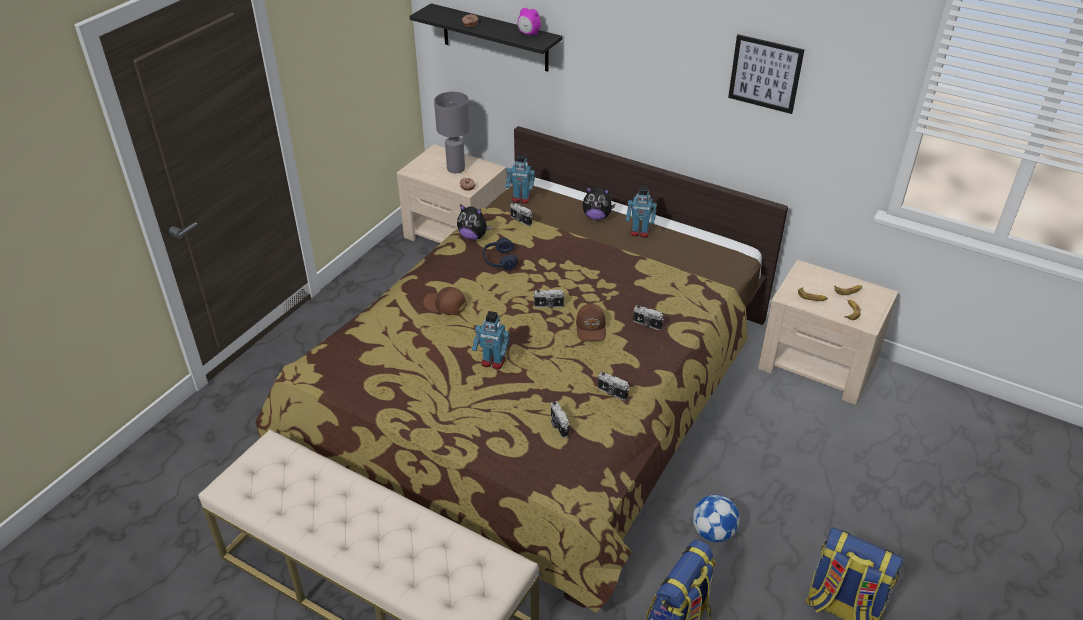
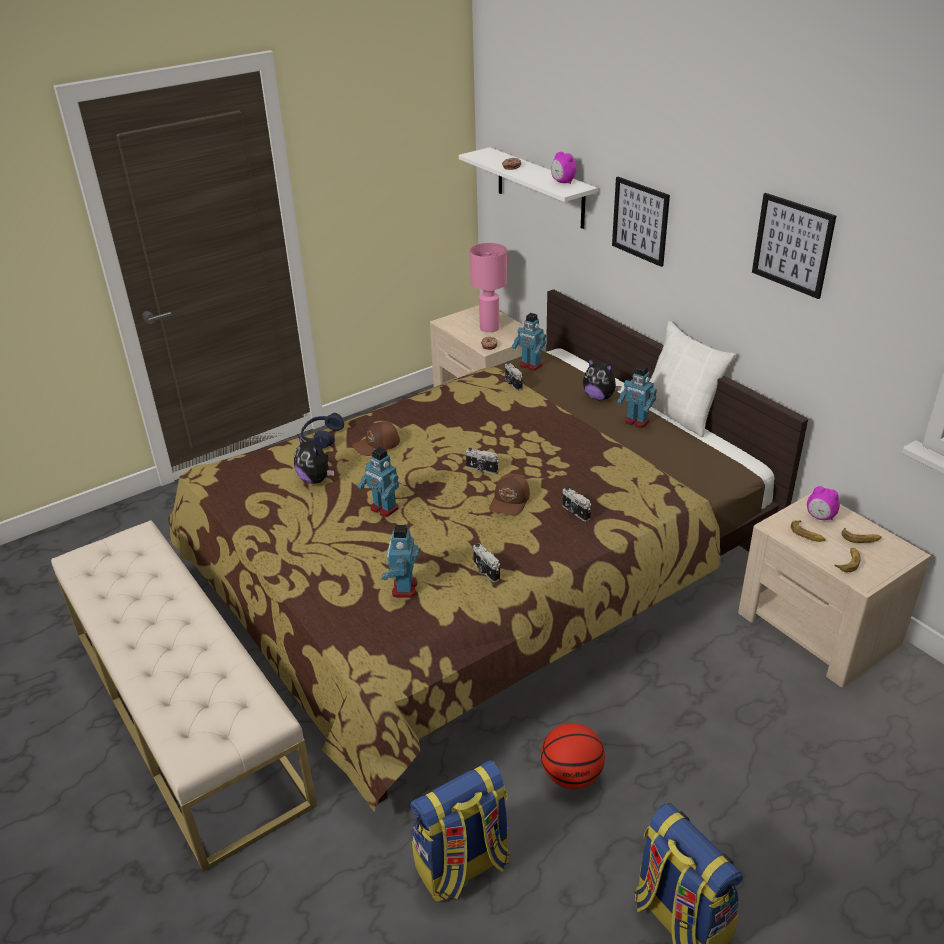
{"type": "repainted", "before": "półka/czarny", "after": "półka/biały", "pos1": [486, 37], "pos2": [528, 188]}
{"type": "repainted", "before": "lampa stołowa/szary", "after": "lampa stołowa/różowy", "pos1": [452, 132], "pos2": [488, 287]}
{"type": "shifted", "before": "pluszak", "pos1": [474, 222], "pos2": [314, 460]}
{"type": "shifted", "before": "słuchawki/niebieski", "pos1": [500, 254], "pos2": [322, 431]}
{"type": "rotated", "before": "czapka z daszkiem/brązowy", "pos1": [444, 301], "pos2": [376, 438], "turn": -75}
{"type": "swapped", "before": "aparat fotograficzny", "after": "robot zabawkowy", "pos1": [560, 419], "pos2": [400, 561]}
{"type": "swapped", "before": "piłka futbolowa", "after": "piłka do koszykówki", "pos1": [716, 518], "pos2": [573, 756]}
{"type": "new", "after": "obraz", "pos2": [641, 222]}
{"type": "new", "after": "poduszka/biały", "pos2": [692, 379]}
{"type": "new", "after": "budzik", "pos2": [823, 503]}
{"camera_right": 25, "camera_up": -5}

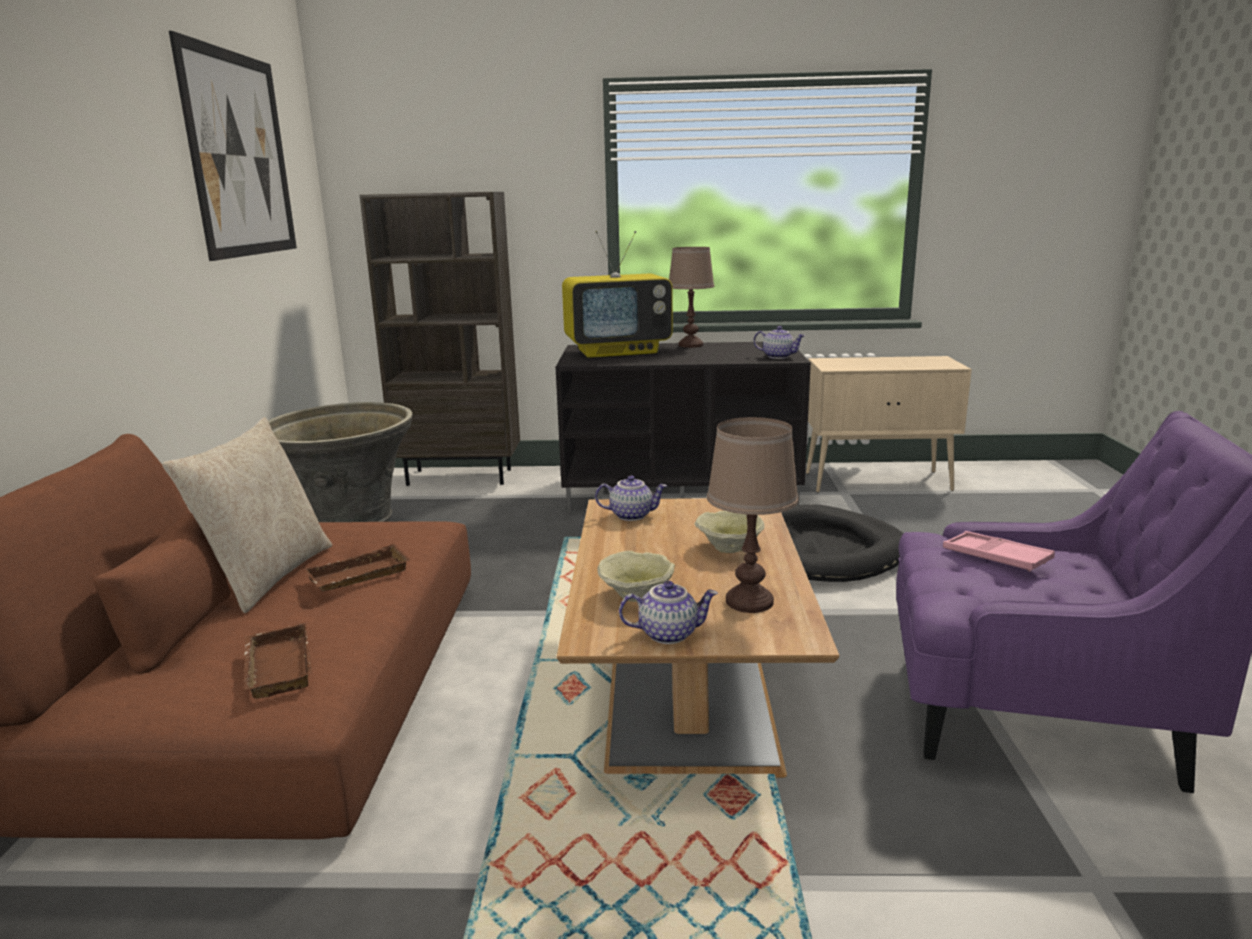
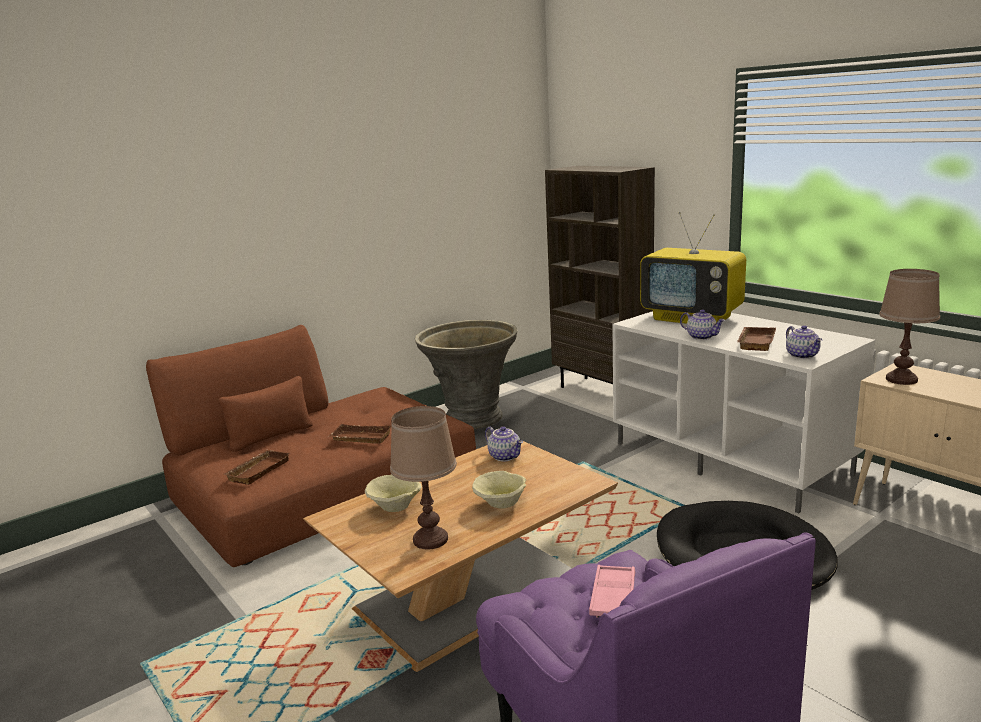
{"type": "gone", "before": "obraz", "pos1": [233, 146]}
{"type": "shifted", "before": "lampa stołowa/brązowy", "pos1": [691, 297], "pos2": [909, 327]}
{"type": "repainted", "before": "szafka pod telewizor/czarny", "after": "szafka pod telewizor/biały", "pos1": [683, 427], "pos2": [743, 412]}
{"type": "gone", "before": "poduszka/beżowy", "pos1": [247, 515]}
{"type": "shifted", "before": "imbryk", "pos1": [668, 612], "pos2": [702, 324]}
{"type": "new", "after": "taca/brązowy", "pos2": [756, 339]}
{"camera_right": 50, "camera_up": 0}

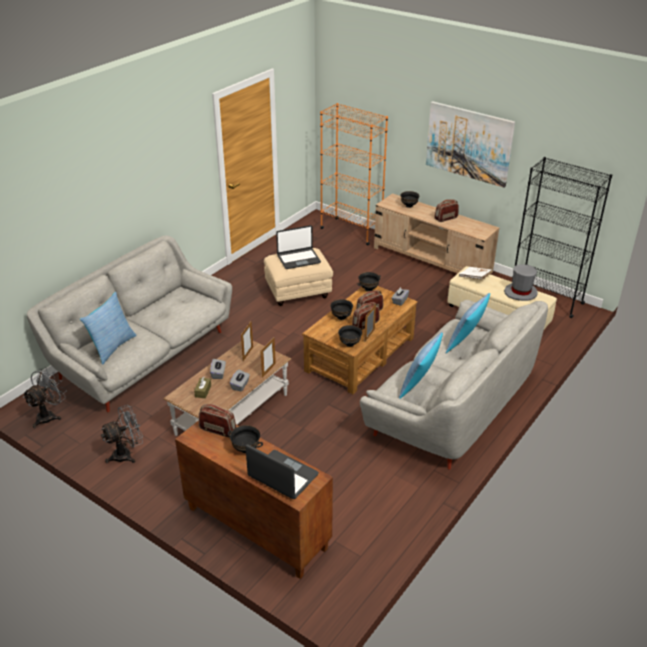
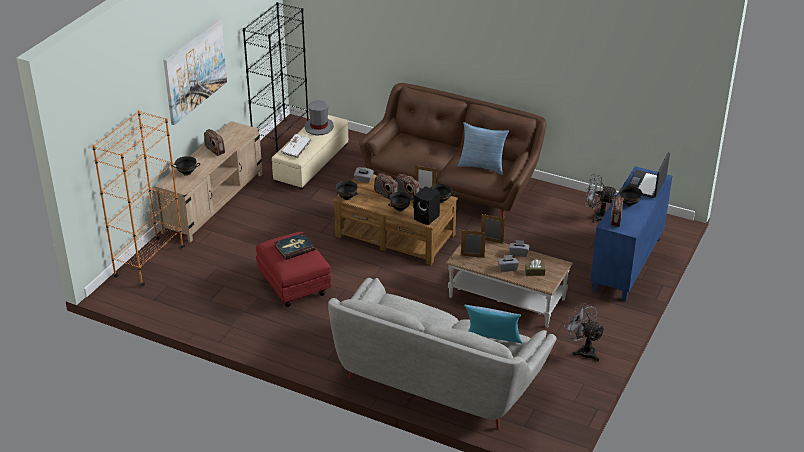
{"type": "swapped", "before": "laptop", "after": "książka", "pos1": [298, 247], "pos2": [294, 246]}
{"type": "repainted", "before": "pufa/beżowy", "after": "pufa/czerwony", "pos1": [298, 277], "pos2": [293, 269]}
{"type": "gone", "before": "poduszka", "pos1": [468, 323]}
{"type": "repainted", "before": "kanapa/szary", "after": "kanapa/brązowy", "pos1": [454, 385], "pos2": [453, 150]}
{"type": "shifted", "before": "wentylator/szary", "pos1": [45, 397], "pos2": [600, 198]}
{"type": "repainted", "before": "szafka/brązowy", "after": "szafka/niebieski", "pos1": [254, 499], "pos2": [631, 233]}
{"type": "new", "after": "głośnik/czarny", "pos2": [426, 205]}
{"camera_right": -100, "camera_up": 0}

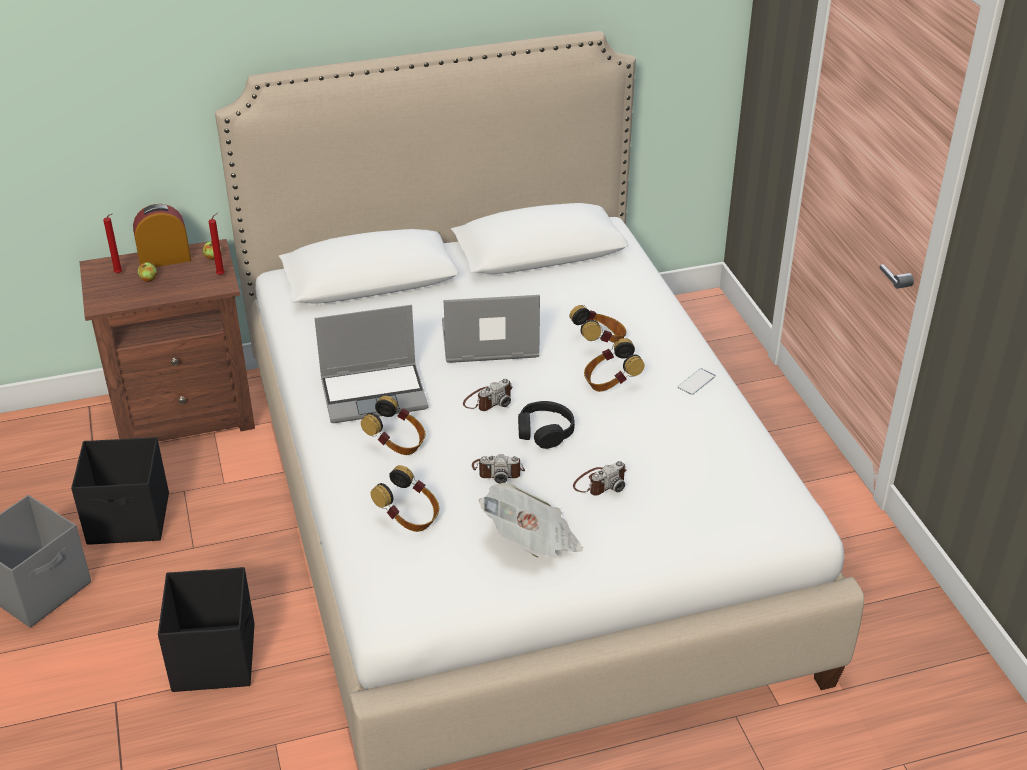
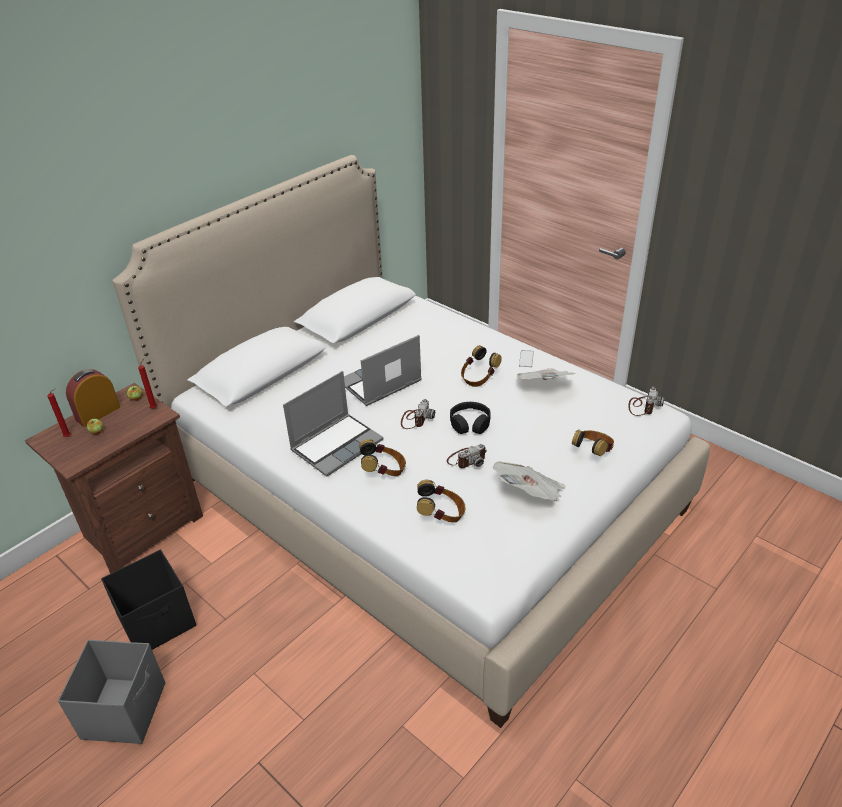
{"type": "shifted", "before": "słuchawki", "pos1": [598, 324], "pos2": [593, 443]}
{"type": "shifted", "before": "aparat fotograficzny", "pos1": [599, 478], "pos2": [646, 401]}
{"type": "gone", "before": "pojemnik do przechowywania/czarny", "pos1": [206, 629]}
{"type": "new", "after": "gazeta", "pos2": [546, 374]}
{"camera_right": -30, "camera_up": 0}

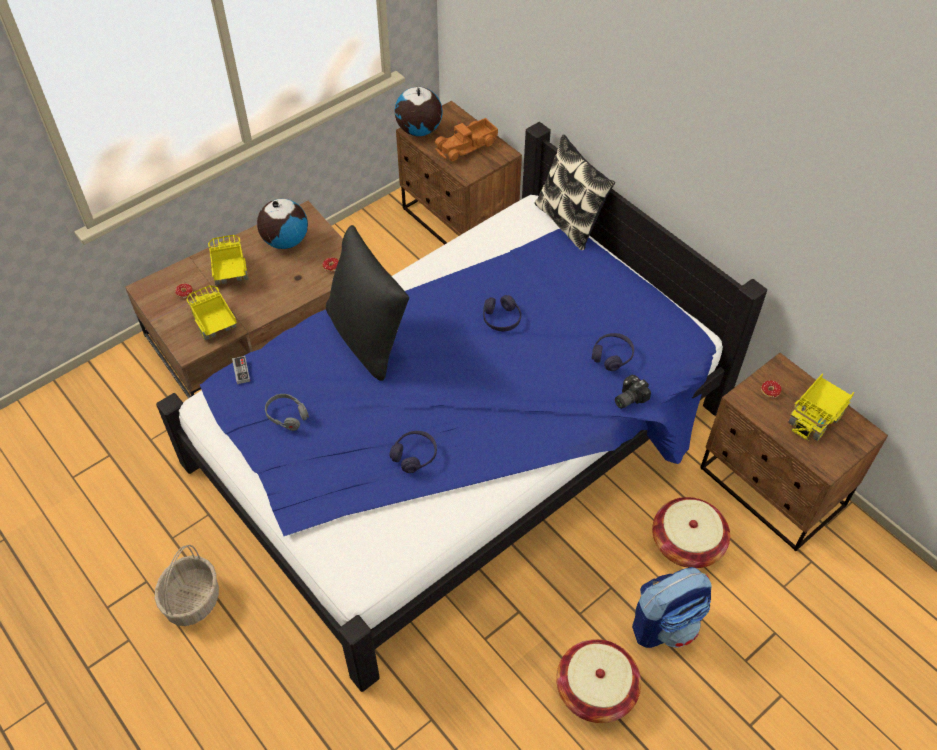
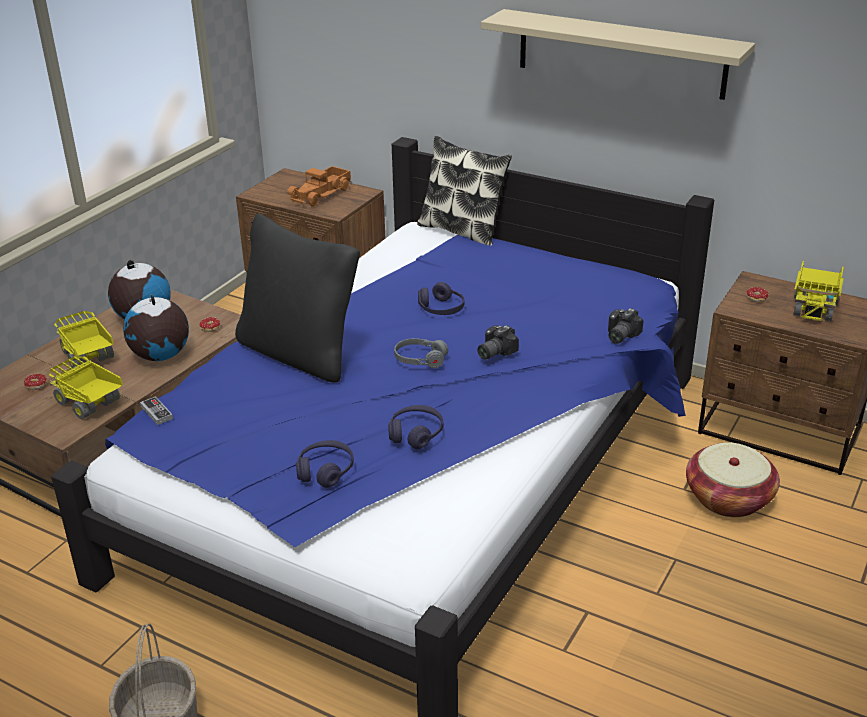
{"type": "shifted", "before": "globus", "pos1": [418, 111], "pos2": [156, 327]}
{"type": "shifted", "before": "słuchawki/fioletowy", "pos1": [613, 352], "pos2": [325, 464]}
{"type": "shifted", "before": "słuchawki/szary", "pos1": [287, 412], "pos2": [421, 353]}
{"type": "gone", "before": "plecak", "pos1": [672, 607]}
{"type": "gone", "before": "koszyk", "pos1": [598, 681]}
{"type": "new", "after": "półka/beżowy", "pos2": [618, 54]}
{"type": "new", "after": "aparat fotograficzny", "pos2": [498, 342]}
{"camera_right": -20, "camera_up": -20}

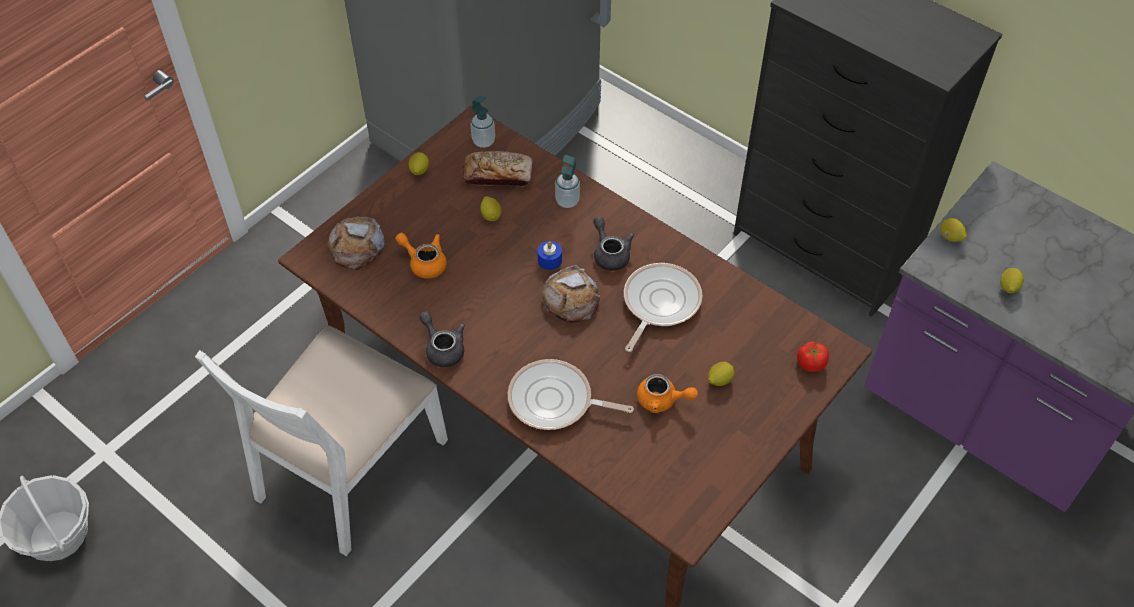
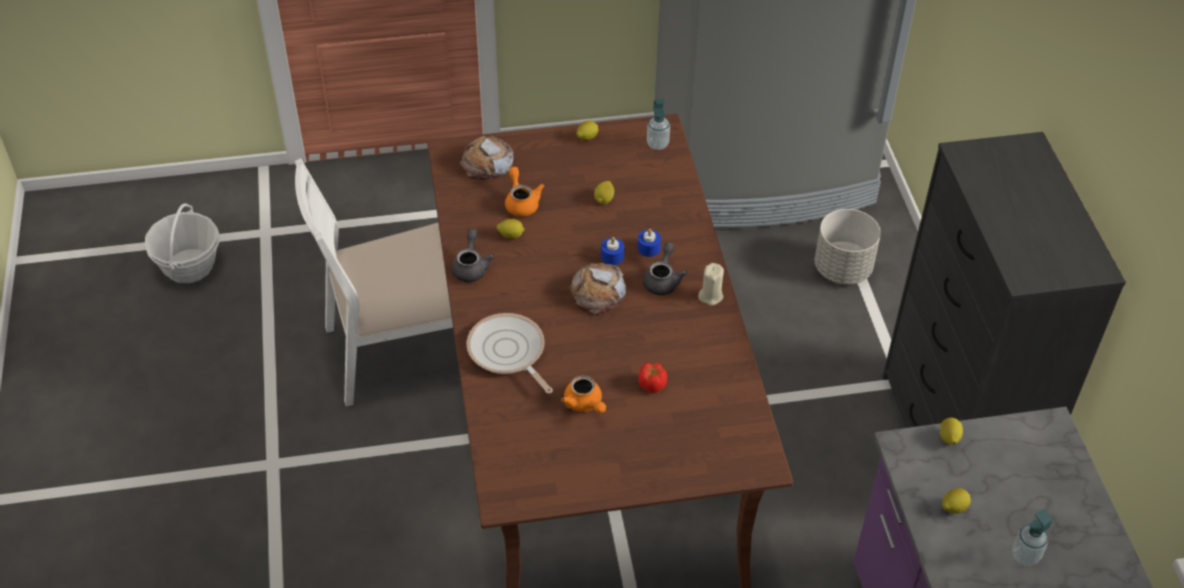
{"type": "gone", "before": "chleb", "pos1": [498, 169]}
{"type": "shifted", "before": "dozownik mydła", "pos1": [567, 181], "pos2": [1032, 537]}
{"type": "gone", "before": "patelnia", "pos1": [663, 307]}
{"type": "shifted", "before": "pomidor", "pos1": [813, 356], "pos2": [652, 378]}
{"type": "shifted", "before": "cytryna", "pos1": [721, 374], "pos2": [511, 229]}
{"type": "new", "after": "donica/szary", "pos2": [848, 246]}
{"type": "new", "after": "świeca/niebieski", "pos2": [649, 243]}
{"type": "new", "after": "świeca/beżowy", "pos2": [711, 284]}
{"camera_right": 40, "camera_up": -5}

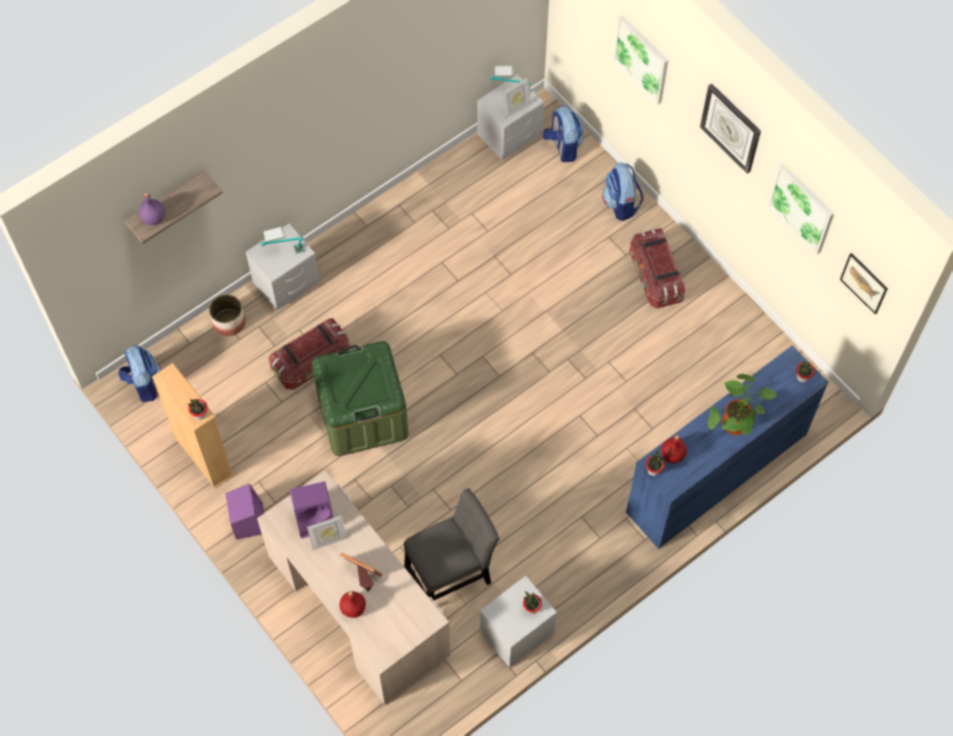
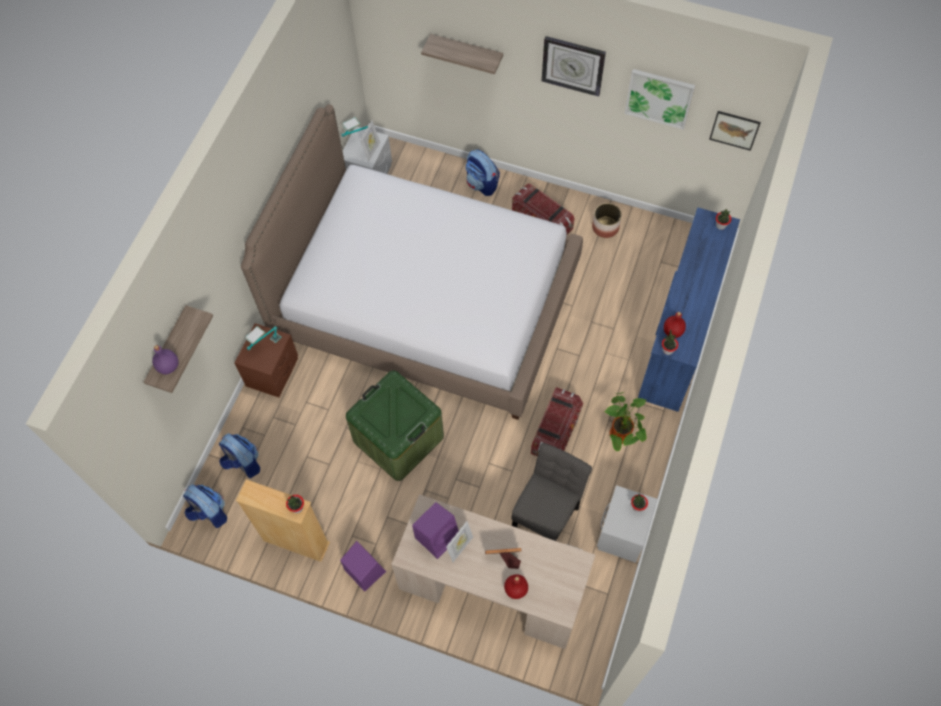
{"type": "swapped", "before": "obraz", "after": "półka", "pos1": [640, 60], "pos2": [462, 54]}
{"type": "shifted", "before": "plecak", "pos1": [563, 134], "pos2": [239, 455]}
{"type": "repainted", "before": "szafka nocna/szary", "after": "szafka nocna/brązowy", "pos1": [282, 267], "pos2": [266, 360]}
{"type": "shifted", "before": "donica", "pos1": [227, 315], "pos2": [607, 220]}
{"type": "shifted", "before": "pojemnik do przechowywania", "pos1": [309, 354], "pos2": [557, 421]}
{"type": "shifted", "before": "roślina doniczkowa", "pos1": [742, 403], "pos2": [625, 422]}
{"type": "new", "after": "łóżko", "pos2": [412, 262]}
{"camera_right": -30, "camera_up": 0}

